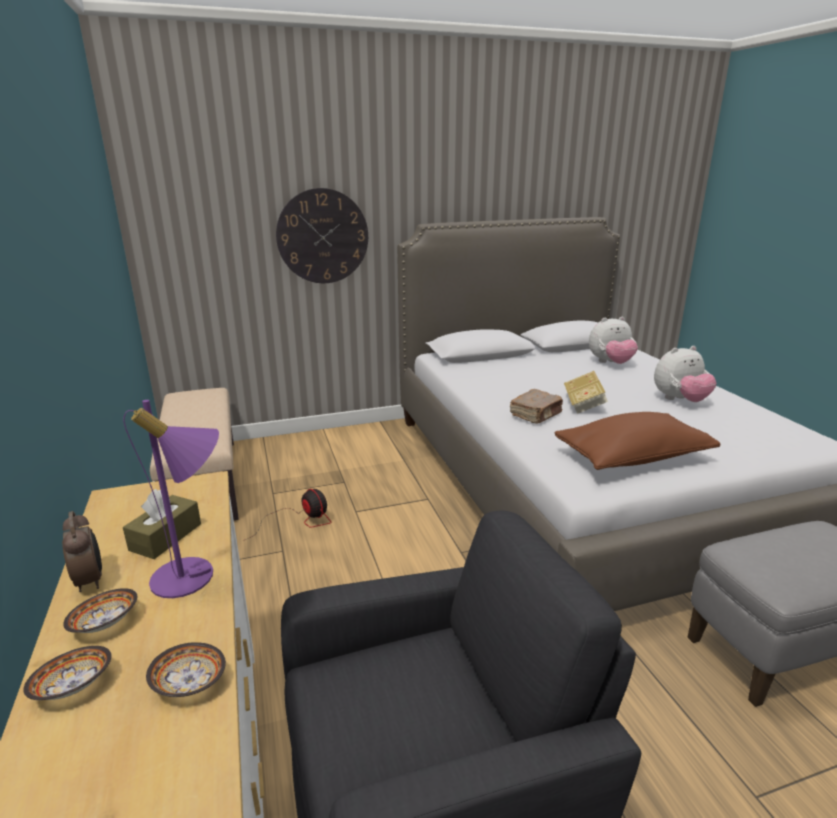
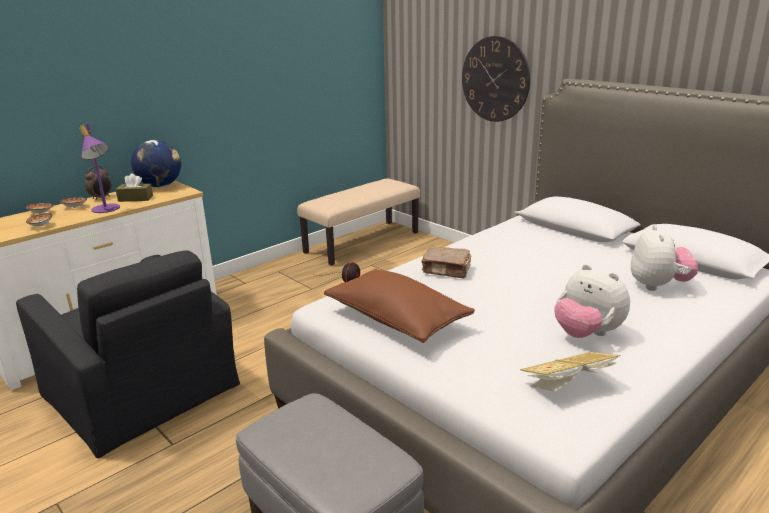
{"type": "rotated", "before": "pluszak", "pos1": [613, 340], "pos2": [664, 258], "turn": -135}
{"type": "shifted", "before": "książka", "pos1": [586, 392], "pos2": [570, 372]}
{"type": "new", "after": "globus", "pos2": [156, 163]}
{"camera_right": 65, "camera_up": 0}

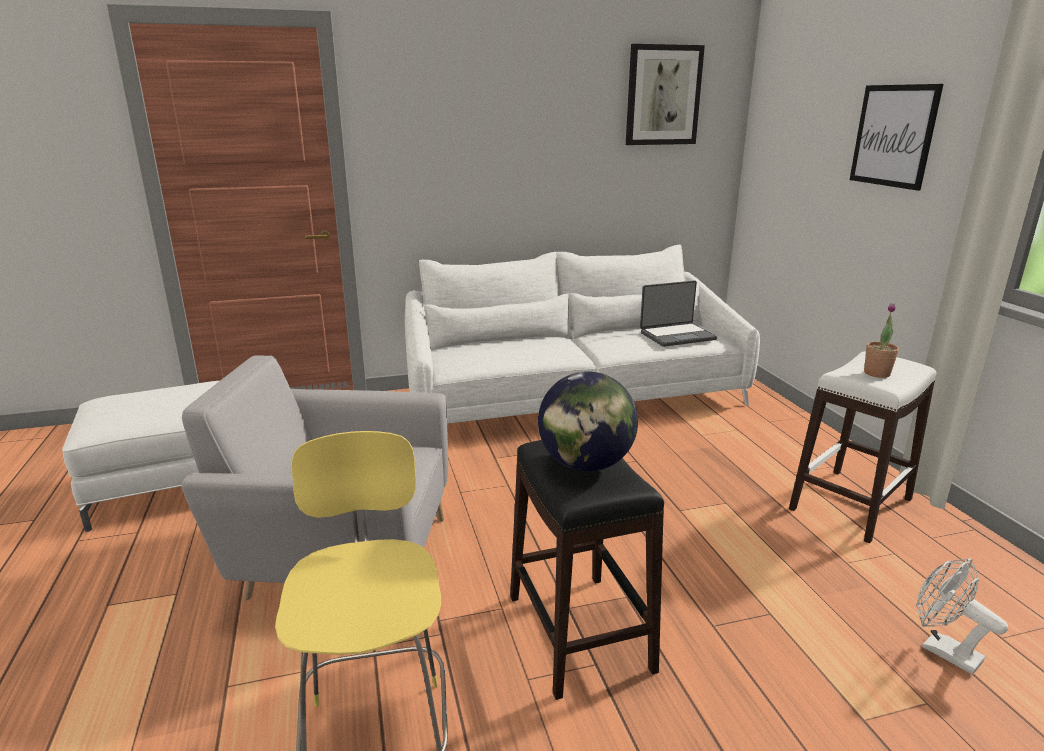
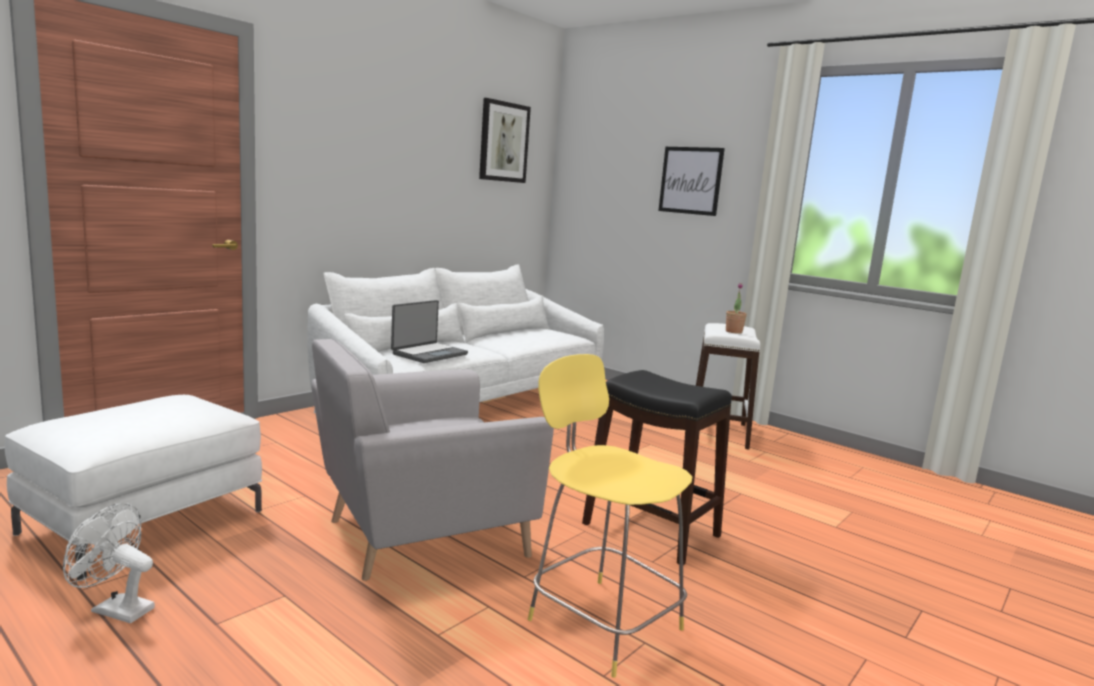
{"type": "shifted", "before": "laptop", "pos1": [678, 313], "pos2": [429, 331]}
{"type": "gone", "before": "globus", "pos1": [588, 421]}
{"type": "shifted", "before": "wentylator/biały", "pos1": [962, 616], "pos2": [109, 563]}
{"camera_right": -35, "camera_up": -10}

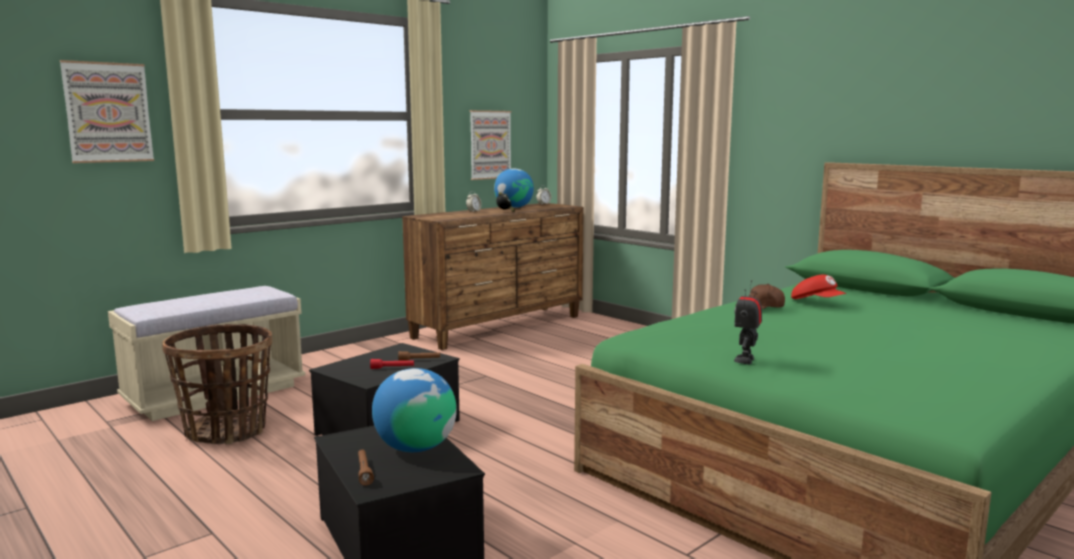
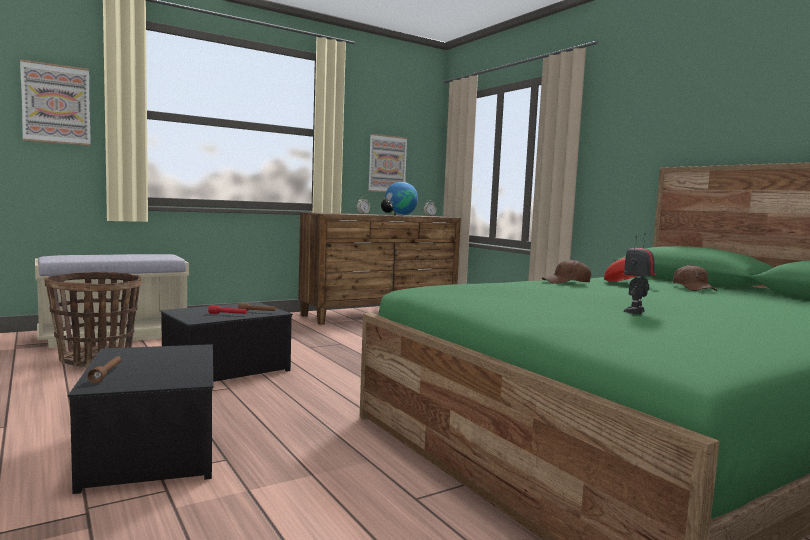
{"type": "shifted", "before": "robot zabawkowy", "pos1": [748, 322], "pos2": [639, 273]}
{"type": "gone", "before": "globus", "pos1": [414, 410]}
{"type": "new", "after": "czapka z daszkiem/brązowy", "pos2": [695, 277]}
{"camera_right": 10, "camera_up": -5}

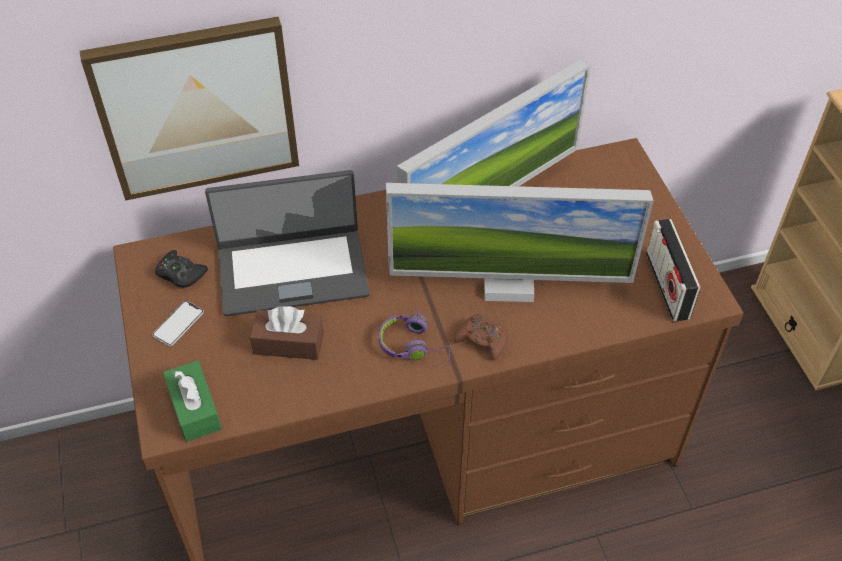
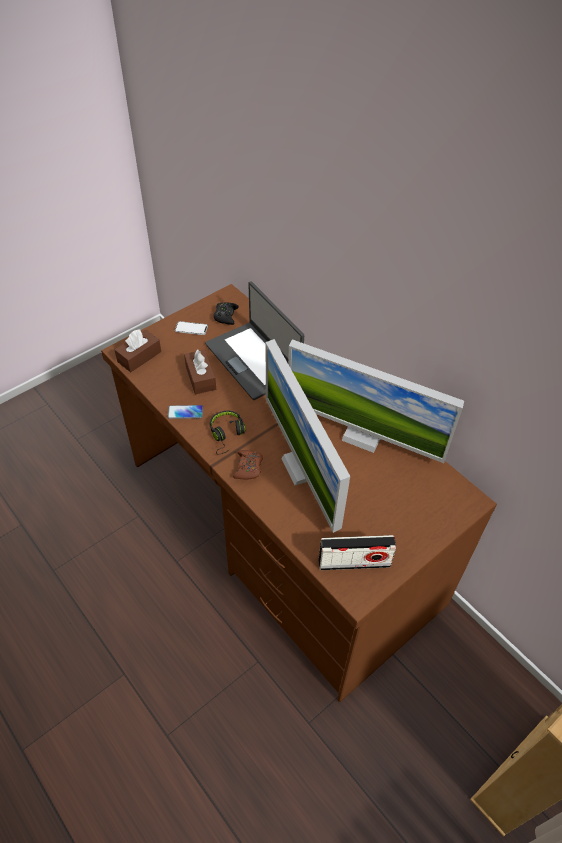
{"type": "gone", "before": "obraz", "pos1": [189, 108]}
{"type": "rotated", "before": "radio", "pos1": [673, 270], "pos2": [357, 552], "turn": -150}
{"type": "repainted", "before": "słuchawki/fioletowy", "after": "słuchawki/czarny", "pos1": [415, 336], "pos2": [227, 432]}
{"type": "repainted", "before": "pudełko chusteczek/zielony", "after": "pudełko chusteczek/brązowy", "pos1": [192, 401], "pos2": [138, 350]}
{"type": "new", "after": "telefon", "pos2": [185, 412]}
{"camera_right": 65, "camera_up": 0}

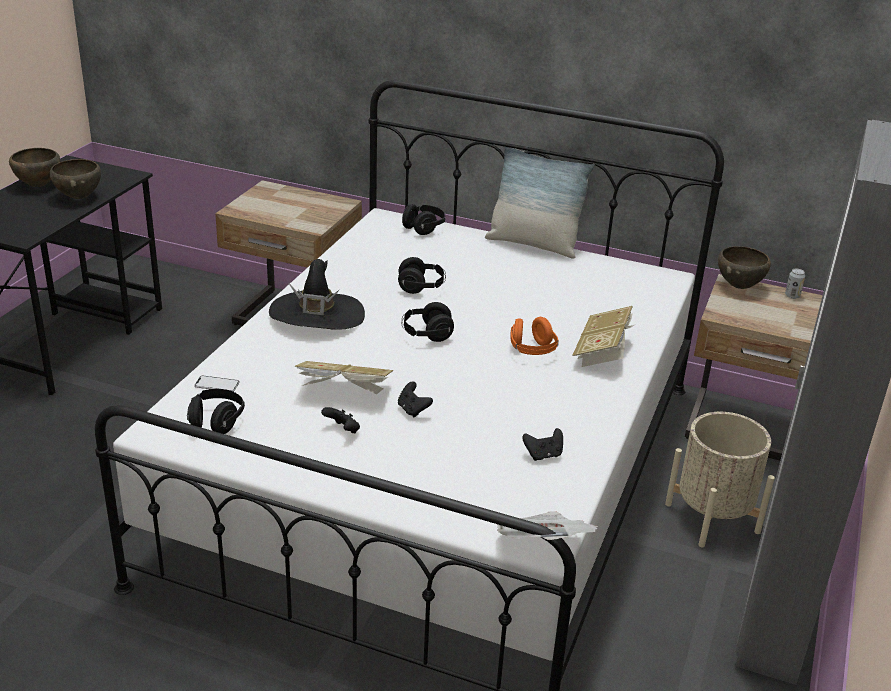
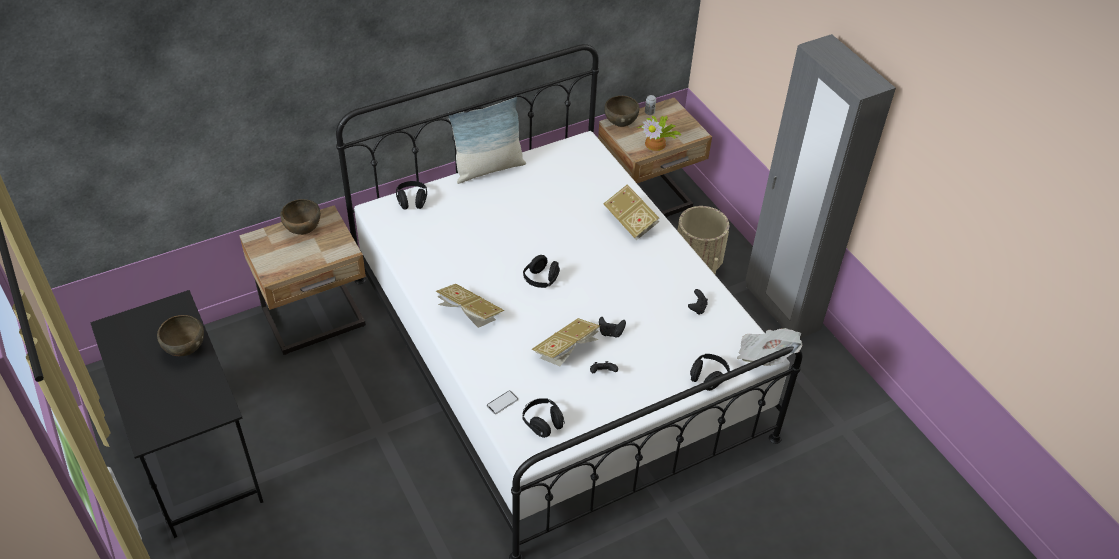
{"type": "shifted", "before": "miska/brązowy", "pos1": [34, 167], "pos2": [300, 217]}
{"type": "shifted", "before": "słuchawki/czarny", "pos1": [422, 275], "pos2": [710, 372]}
{"type": "swapped", "before": "kapelusz/czarny", "after": "książka", "pos1": [317, 294], "pos2": [470, 306]}
{"type": "gone", "before": "słuchawki/pomarańczowy", "pos1": [534, 336]}
{"type": "new", "after": "roślina doniczkowa", "pos2": [659, 133]}
{"camera_right": -50, "camera_up": 15}

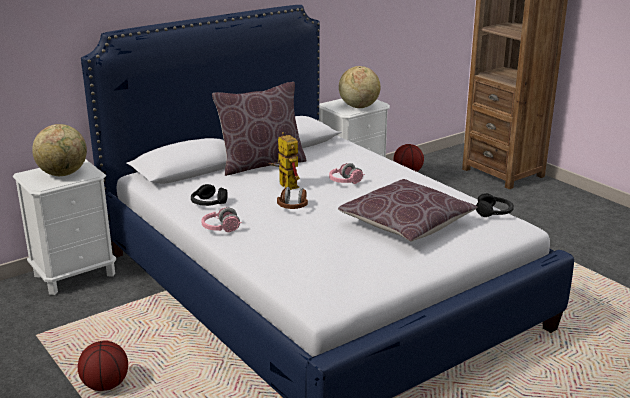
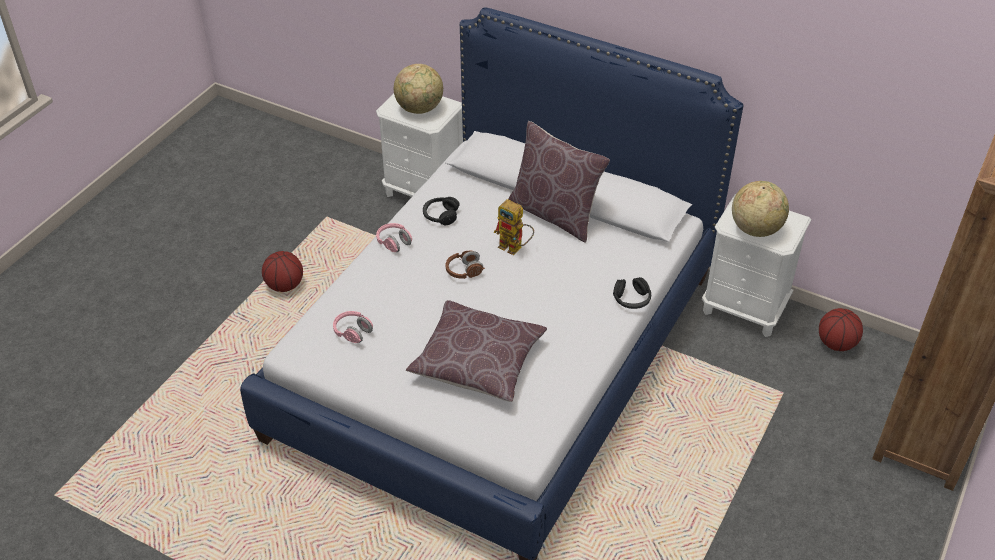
{"type": "rotated", "before": "robot zabawkowy", "pos1": [284, 161], "pos2": [514, 227], "turn": 90}
{"type": "shifted", "before": "słuchawki/różowy", "pos1": [347, 173], "pos2": [353, 327]}
{"type": "shifted", "before": "słuchawki/czarny", "pos1": [495, 205], "pos2": [632, 293]}
{"camera_right": 65, "camera_up": 20}

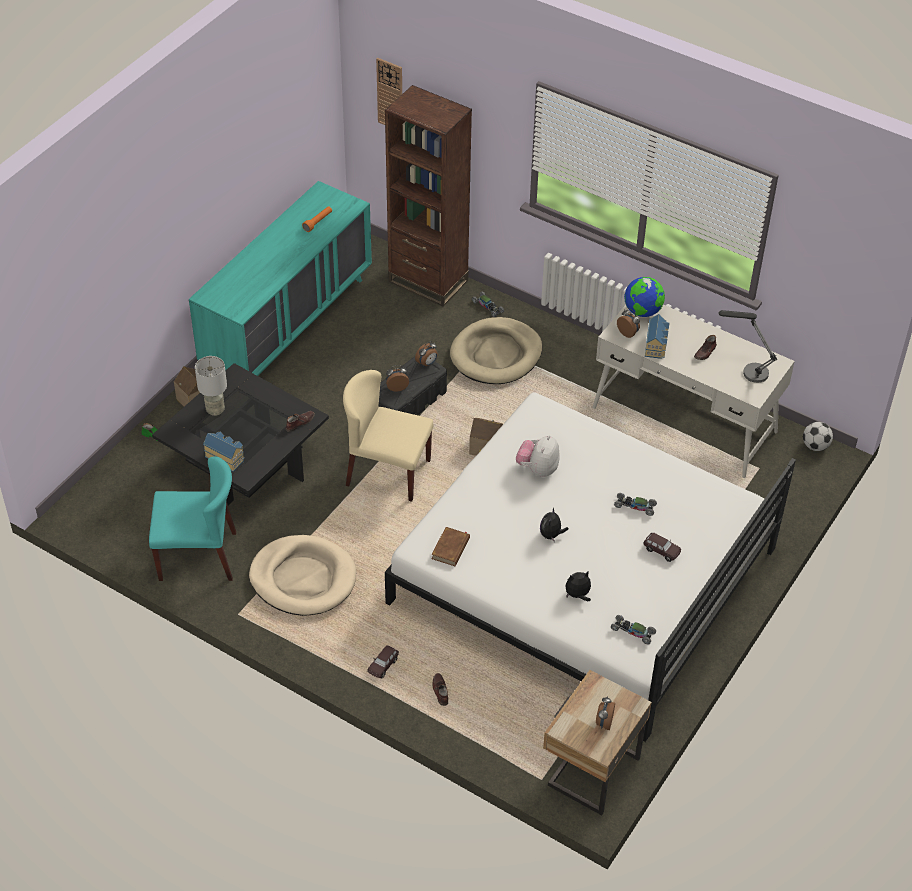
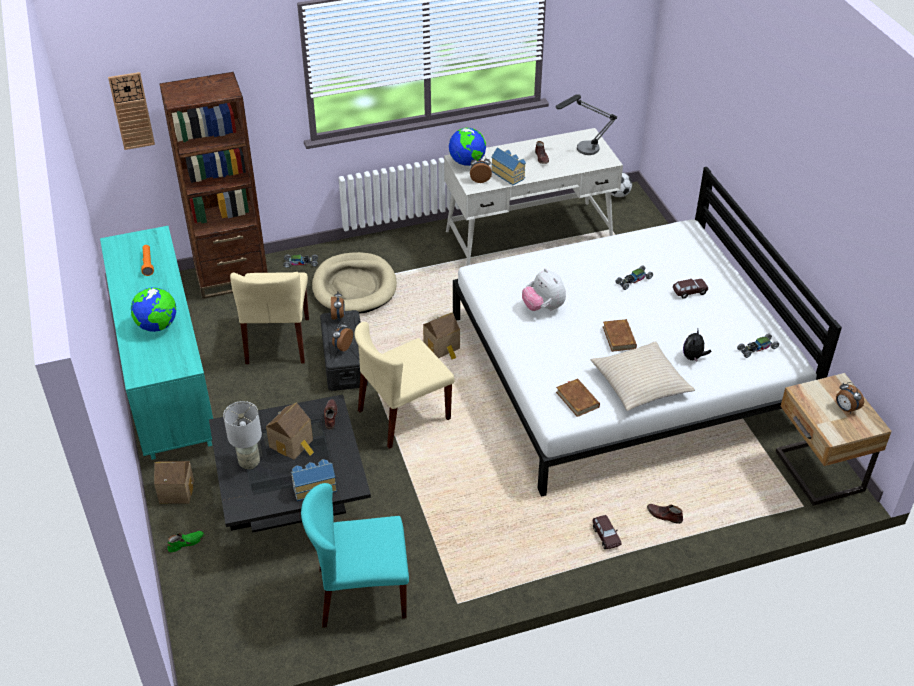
{"type": "rotated", "before": "krzesło/turkusowy", "pos1": [192, 518], "pos2": [355, 555], "turn": -135}
{"type": "swapped", "before": "pluszak", "after": "książka/brązowy", "pos1": [554, 524], "pos2": [620, 335]}
{"type": "gone", "before": "legowisko/beżowy", "pos1": [302, 575]}
{"type": "new", "after": "krzesło/beżowy", "pos2": [269, 318]}
{"type": "new", "after": "globus", "pos2": [153, 310]}
{"type": "new", "after": "poduszka/beżowy", "pos2": [643, 376]}
{"type": "new", "after": "domek", "pos2": [290, 431]}
{"camera_right": -50, "camera_up": -5}

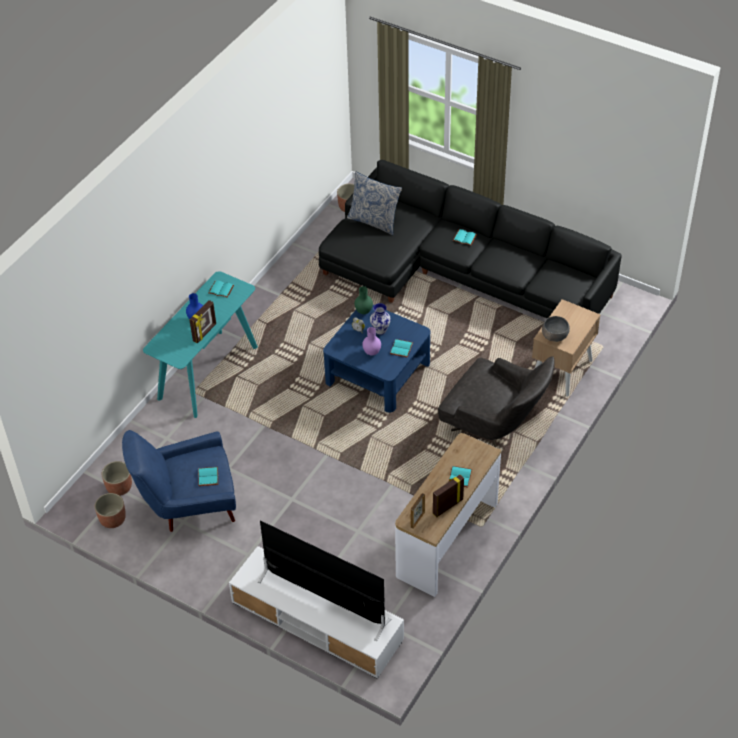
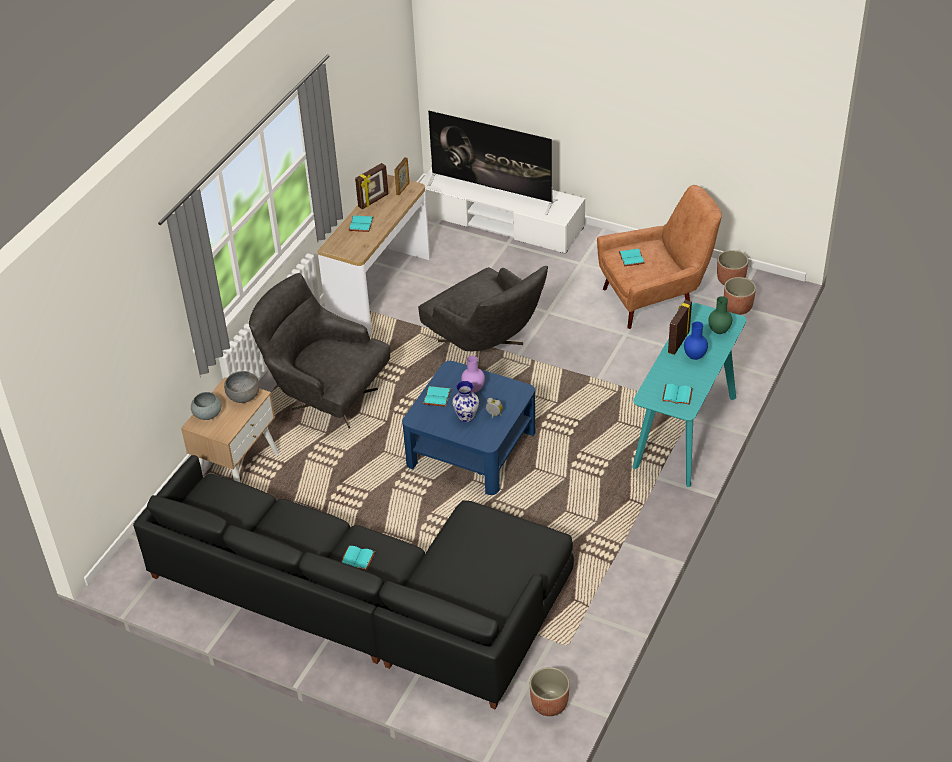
{"type": "gone", "before": "poduszka", "pos1": [374, 203]}
{"type": "shifted", "before": "wazon/zielony", "pos1": [364, 300], "pos2": [720, 315]}
{"type": "repainted", "before": "fotel/niebieski", "after": "fotel/brązowy", "pos1": [179, 481], "pos2": [659, 257]}
{"type": "new", "after": "fotel/szary", "pos2": [483, 317]}
{"type": "new", "after": "miska/szary", "pos2": [206, 406]}
{"camera_right": 175, "camera_up": -5}

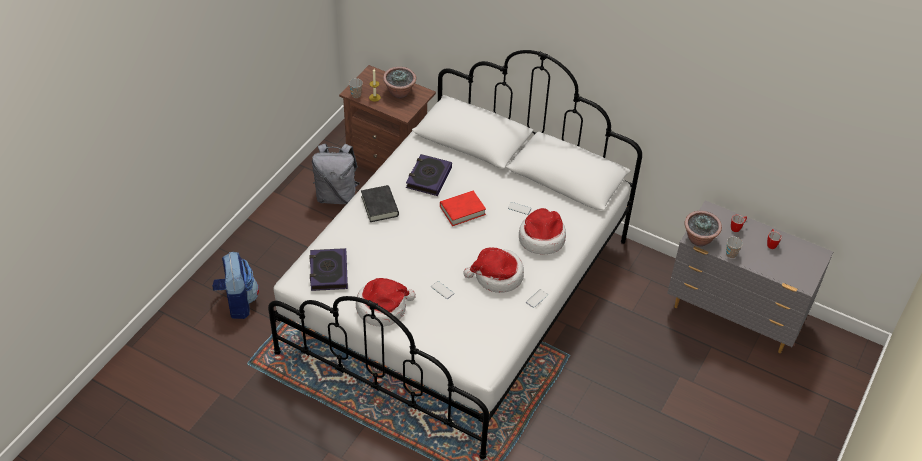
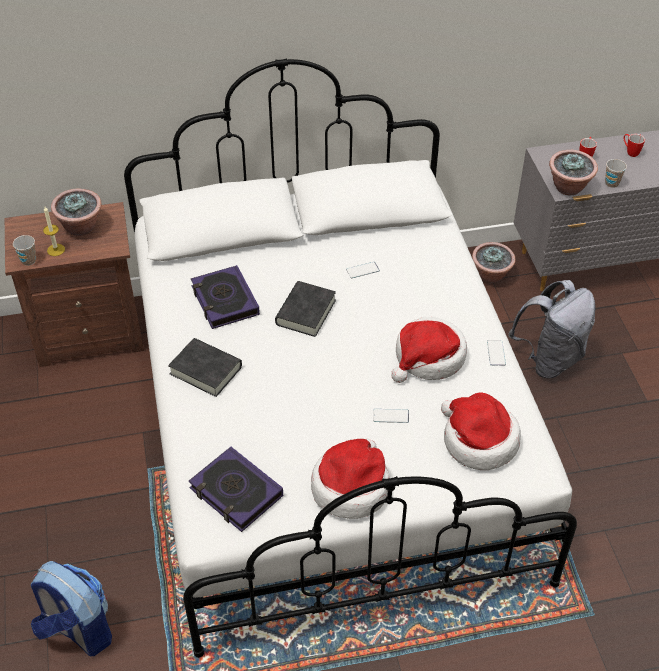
{"type": "shifted", "before": "plecak/szary", "pos1": [336, 173], "pos2": [551, 329]}
{"type": "repainted", "before": "książka/czerwony", "after": "książka/czarny", "pos1": [463, 208], "pos2": [305, 309]}
{"type": "shifted", "before": "kapelusz", "pos1": [542, 231], "pos2": [481, 431]}
{"type": "new", "after": "roślina doniczkowa", "pos2": [493, 262]}
{"camera_right": -40, "camera_up": 0}

